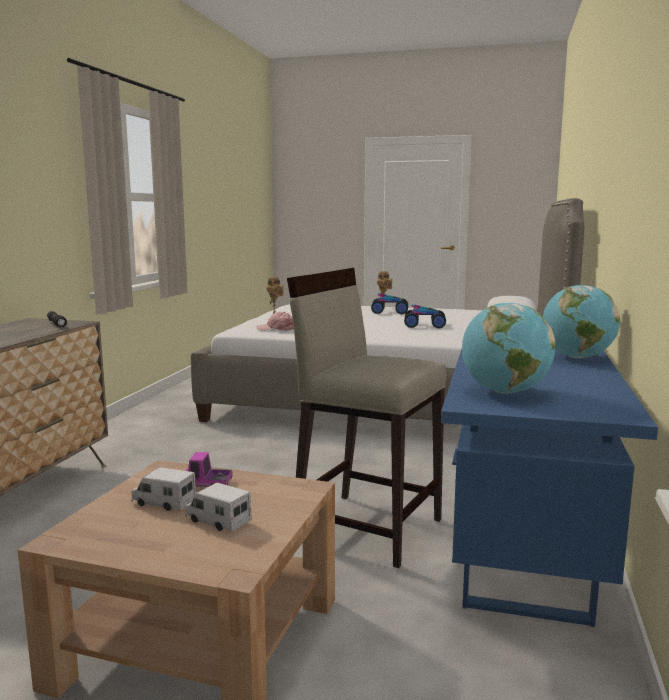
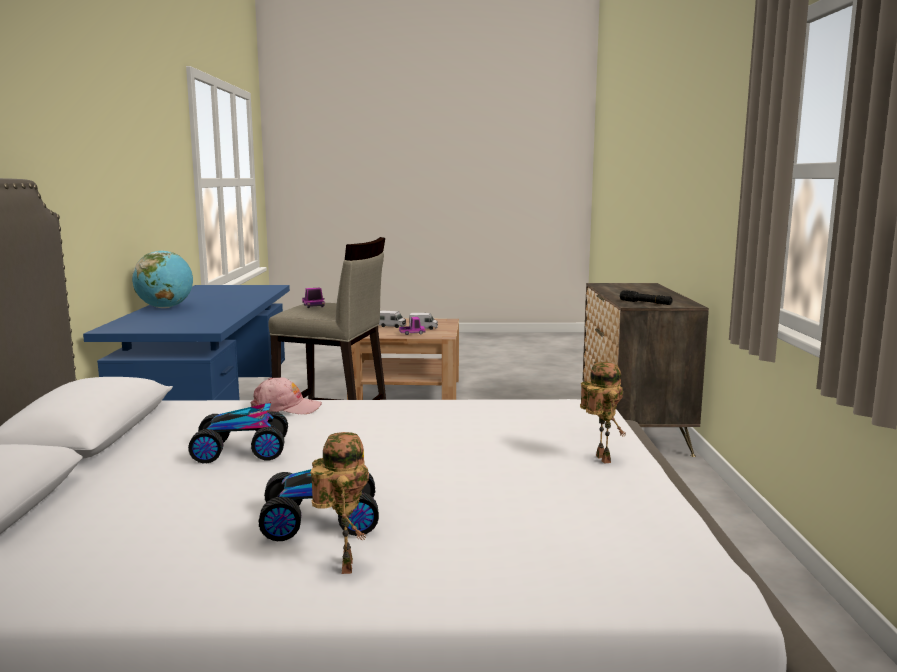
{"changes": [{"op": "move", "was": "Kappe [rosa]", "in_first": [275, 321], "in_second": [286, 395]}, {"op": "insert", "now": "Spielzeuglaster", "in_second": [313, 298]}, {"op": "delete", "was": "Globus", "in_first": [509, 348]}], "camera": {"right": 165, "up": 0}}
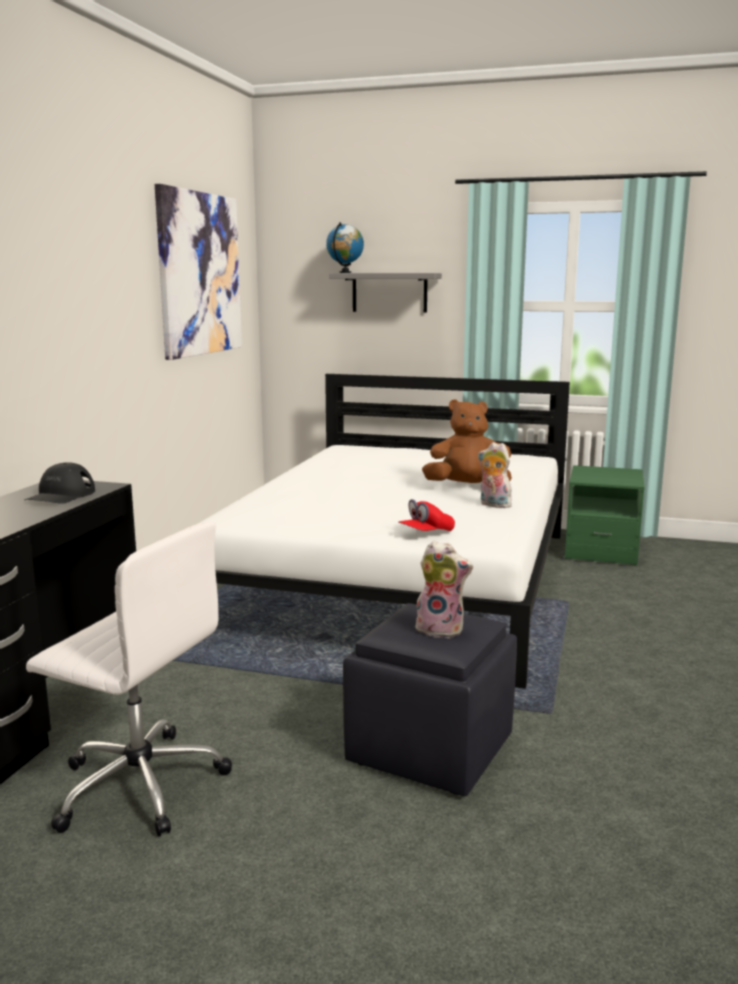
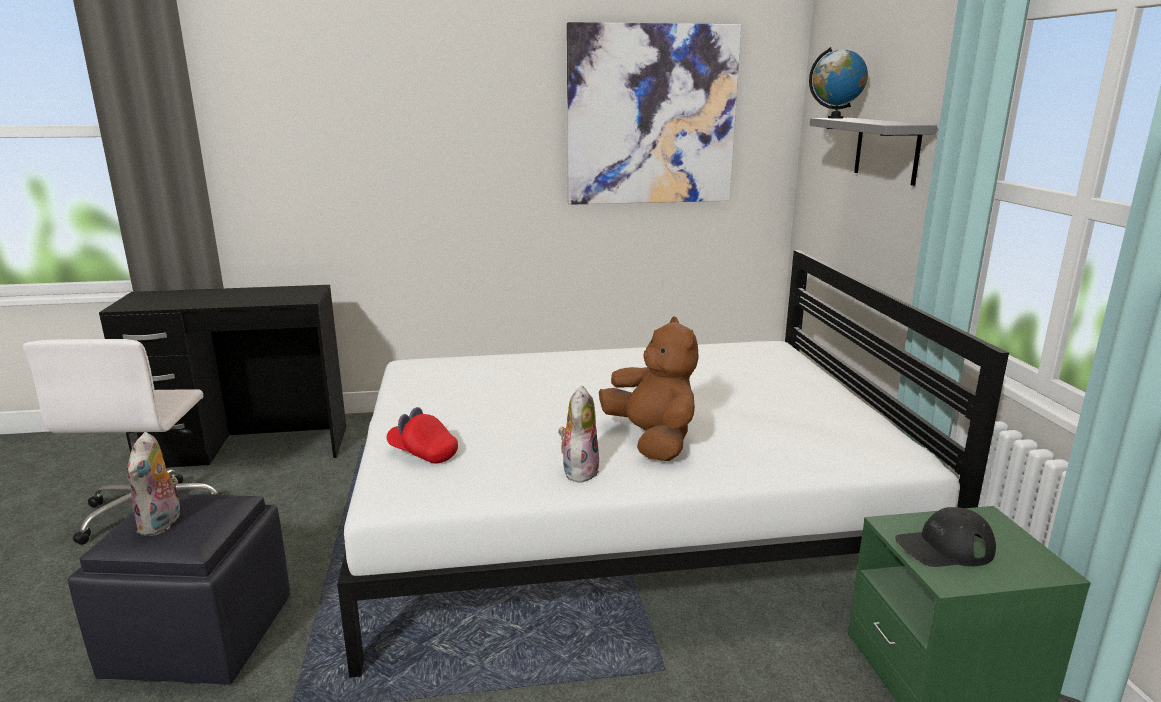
{"changes": [{"op": "move", "was": "Kappe [schwarz]", "in_first": [60, 483], "in_second": [945, 537]}], "camera": {"right": 65, "up": 5}}
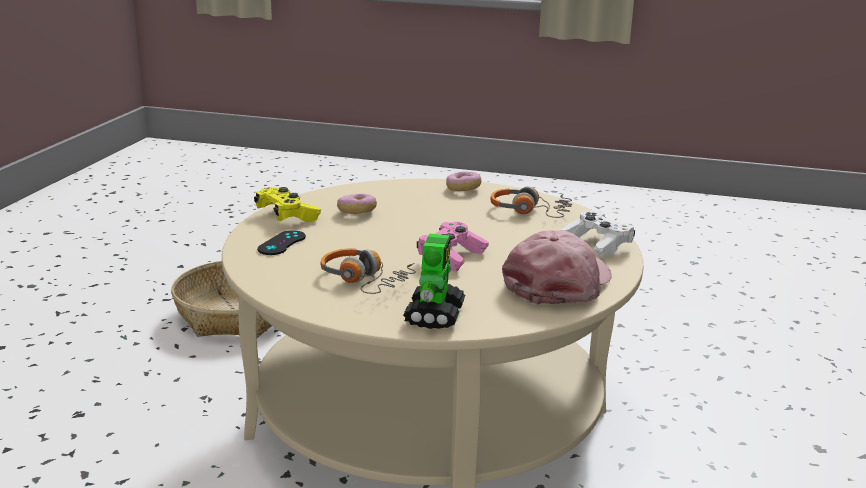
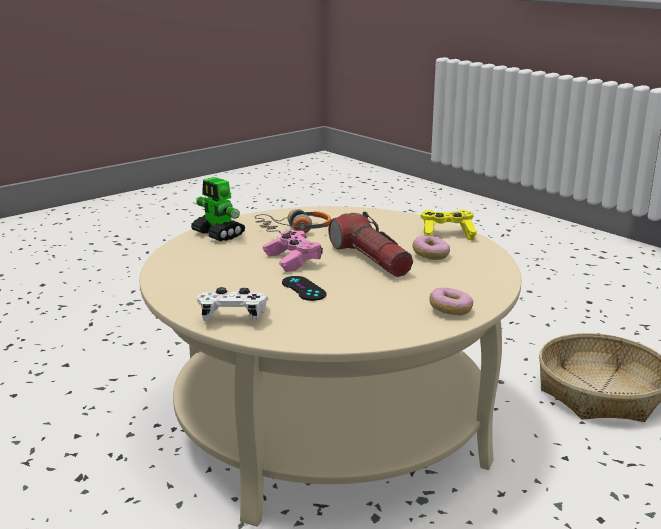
{"changes": [{"op": "move", "was": "Gamepad [schwarz]", "in_first": [281, 242], "in_second": [304, 288]}, {"op": "insert", "now": "Taschenlampe", "in_second": [370, 244]}, {"op": "delete", "was": "Kopfhörer", "in_first": [531, 202]}, {"op": "delete", "was": "Kappe [rosa]", "in_first": [557, 267]}], "camera": {"right": 125, "up": 0}}
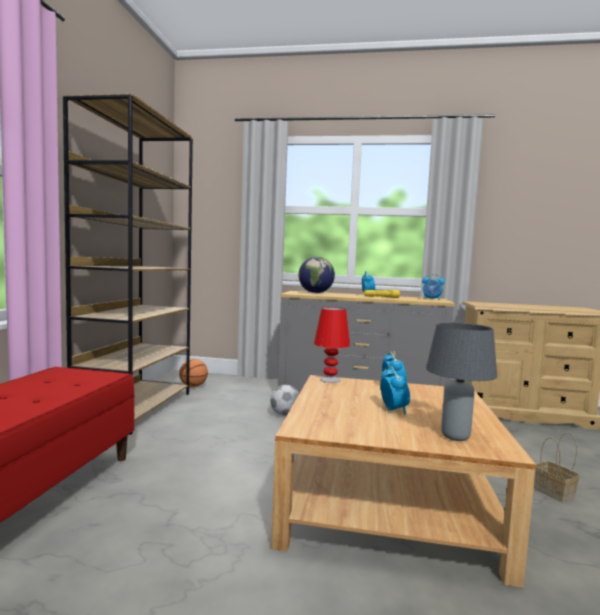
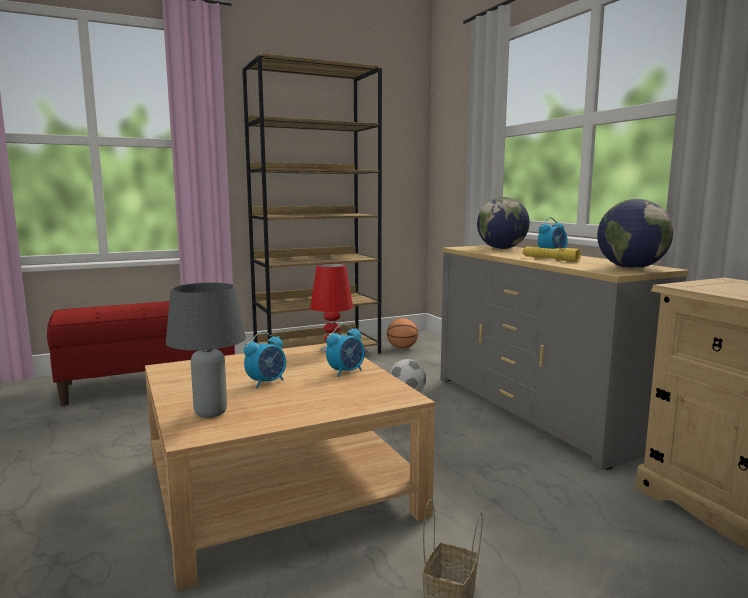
{"changes": [{"op": "replace", "was": "Wecker", "now": "Globus", "in_first": [433, 287], "in_second": [635, 234]}], "camera": {"right": 55, "up": 5}}
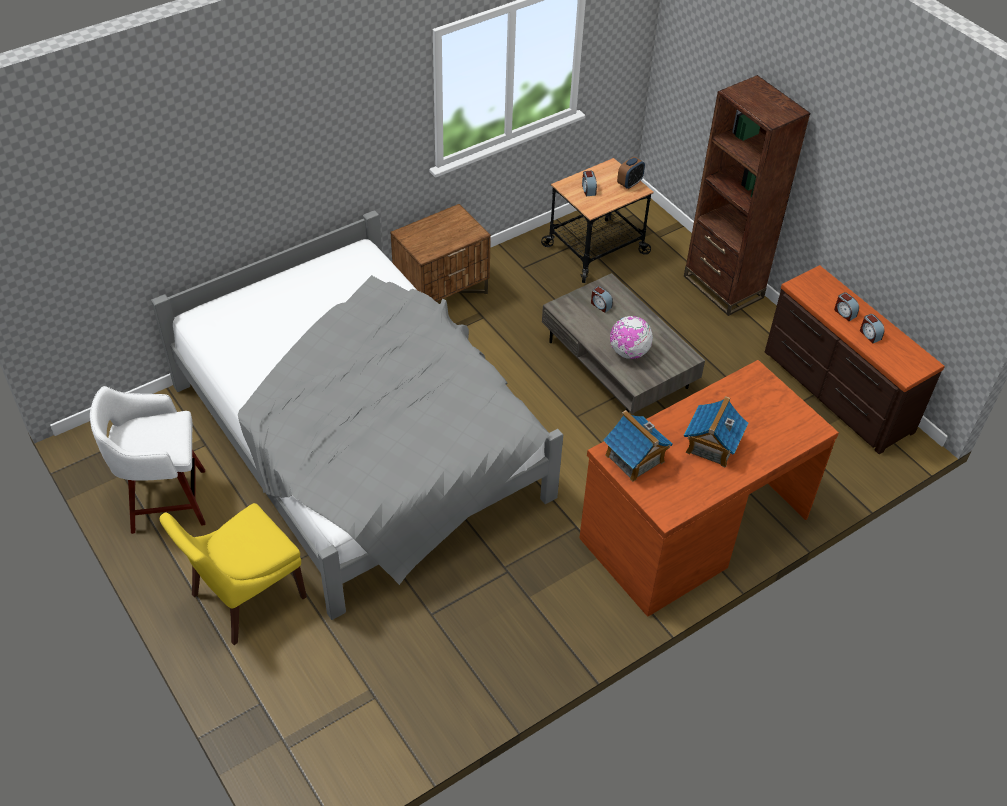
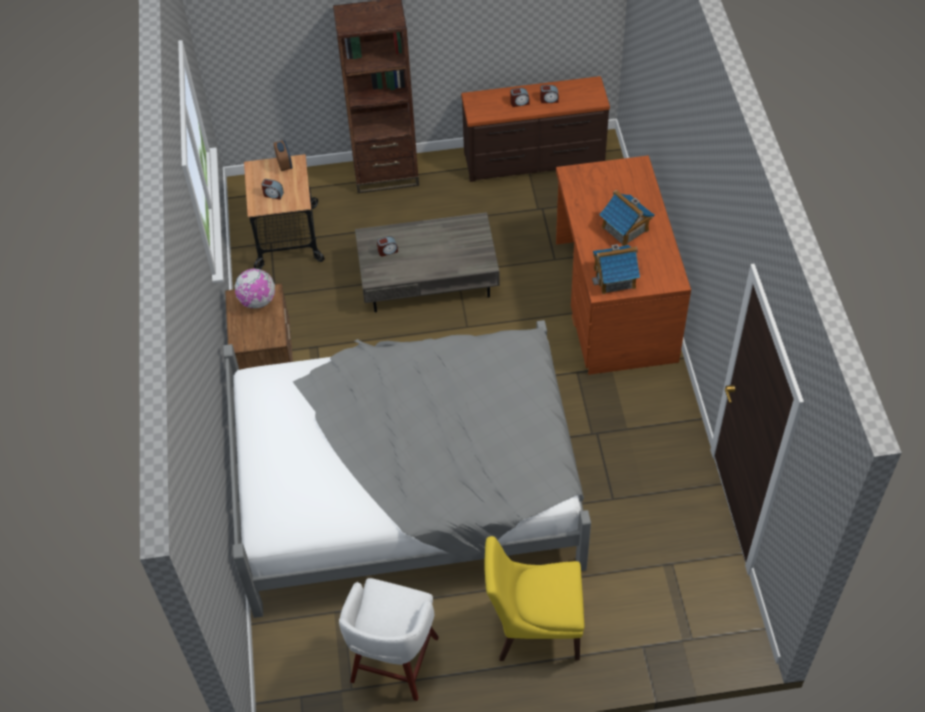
{"changes": [{"op": "move", "was": "Globus", "in_first": [631, 337], "in_second": [254, 288]}, {"op": "rotate", "was": "Stuhl [gelb]", "in_first": [233, 574], "in_second": [534, 598], "clockwise": 105}], "camera": {"right": -60, "up": 5}}
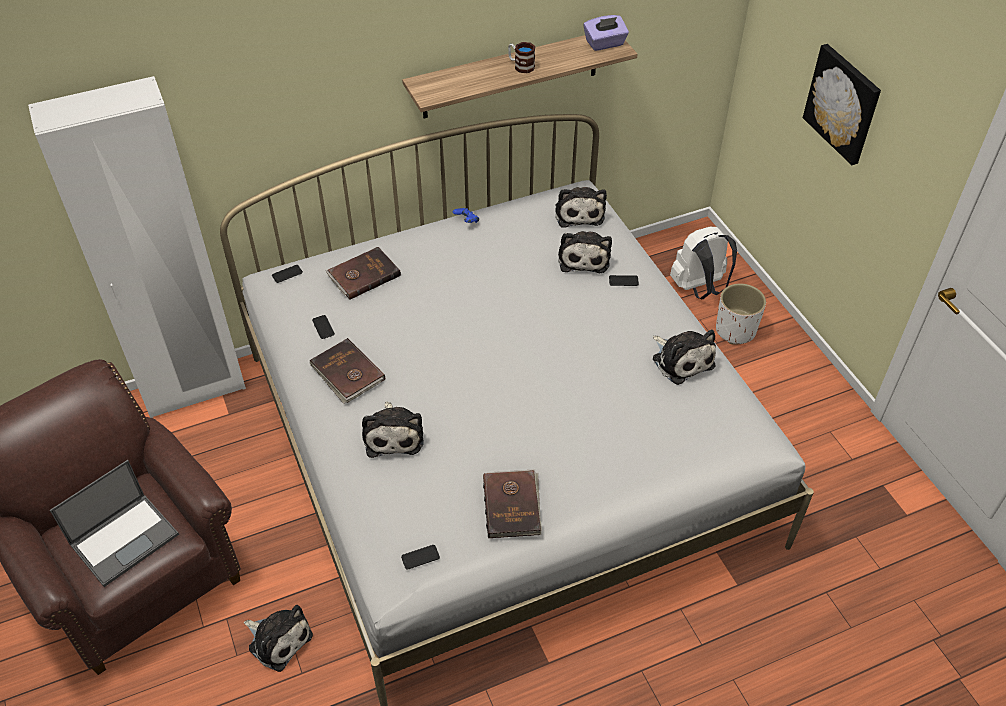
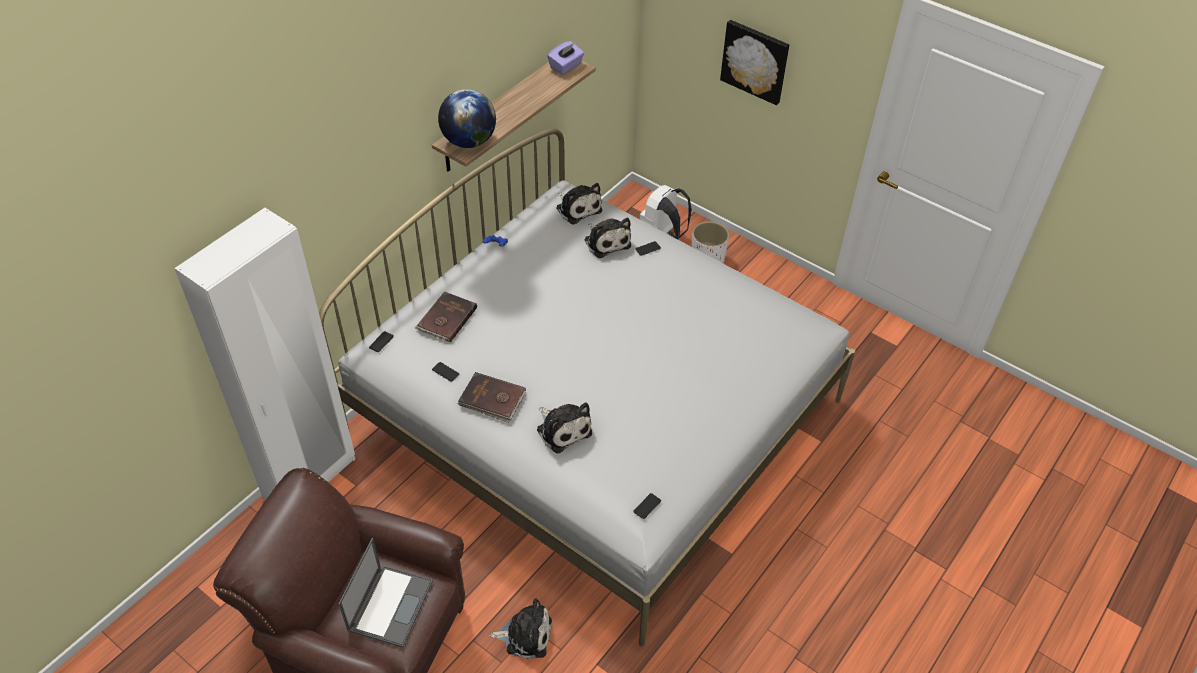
{"changes": [{"op": "insert", "now": "Globus", "in_second": [467, 118]}, {"op": "delete", "was": "Buch [braun]", "in_first": [512, 503]}, {"op": "delete", "was": "Henkelbecher", "in_first": [521, 57]}, {"op": "delete", "was": "Plüschtier", "in_first": [684, 357]}], "camera": {"right": -30, "up": 0}}
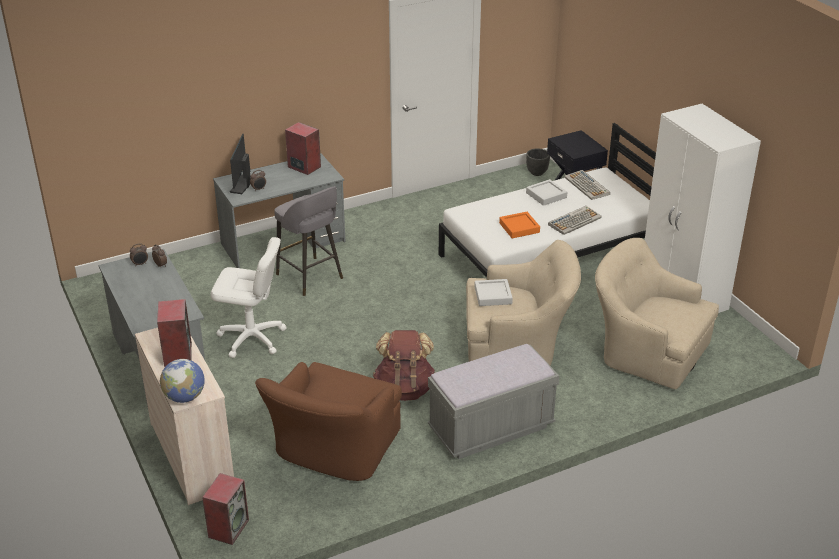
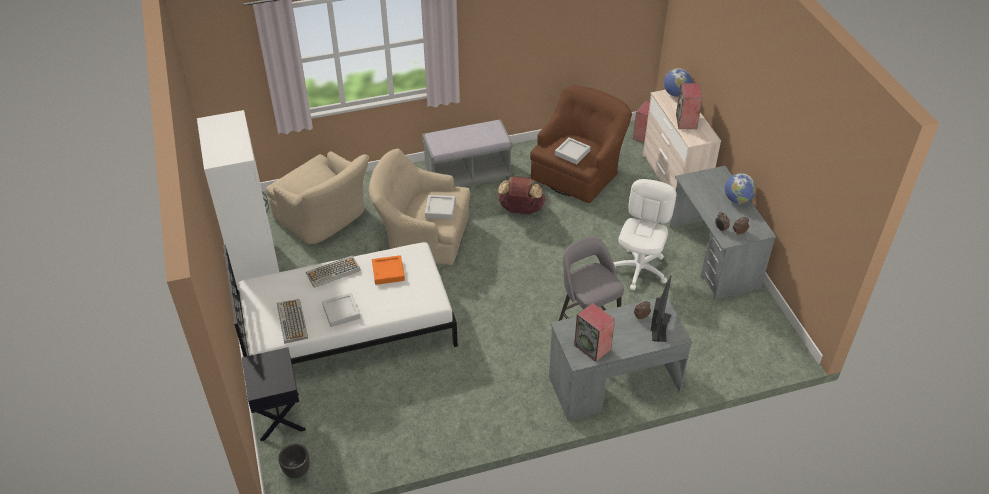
{"changes": [{"op": "insert", "now": "Tablett [grau]", "in_second": [573, 151]}, {"op": "rotate", "was": "Bürostuhl [weiß]", "in_first": [248, 297], "in_second": [645, 234], "clockwise": 90}, {"op": "insert", "now": "Globus", "in_second": [740, 188]}], "camera": {"right": -170, "up": 10}}
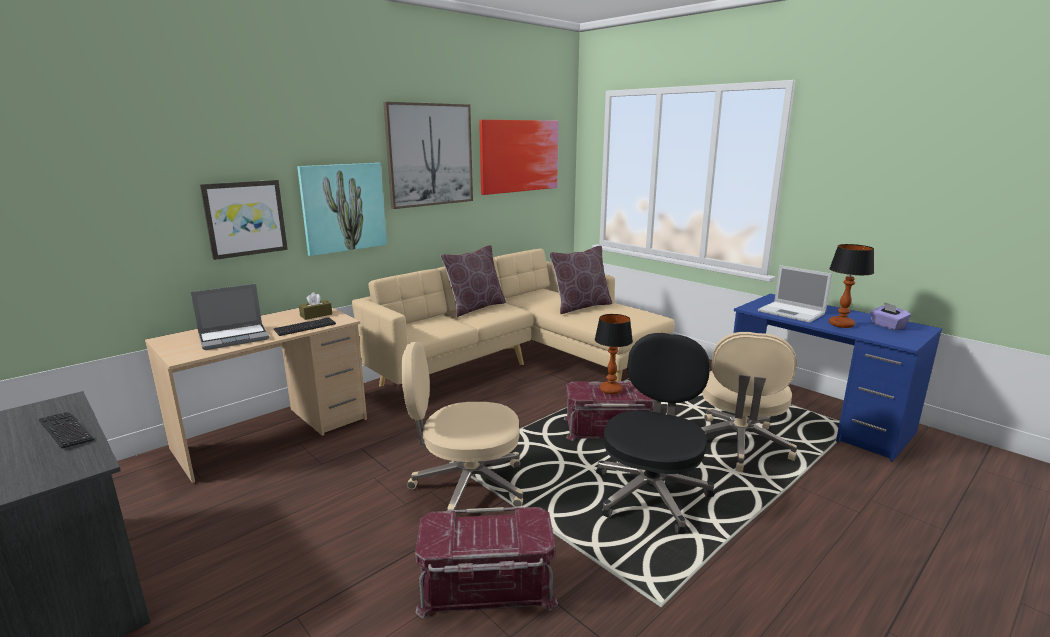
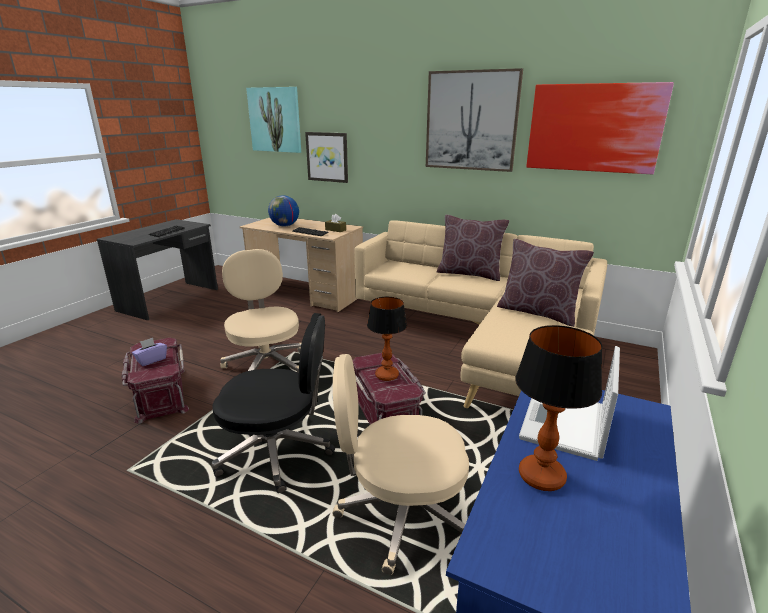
{"changes": [{"op": "move", "was": "Taschentuchbox [lila]", "in_first": [890, 316], "in_second": [149, 352]}, {"op": "move", "was": "Bild", "in_first": [342, 209], "in_second": [273, 120]}, {"op": "replace", "was": "Laptop", "now": "Globus", "in_first": [230, 317], "in_second": [283, 210]}], "camera": {"right": 70, "up": 5}}
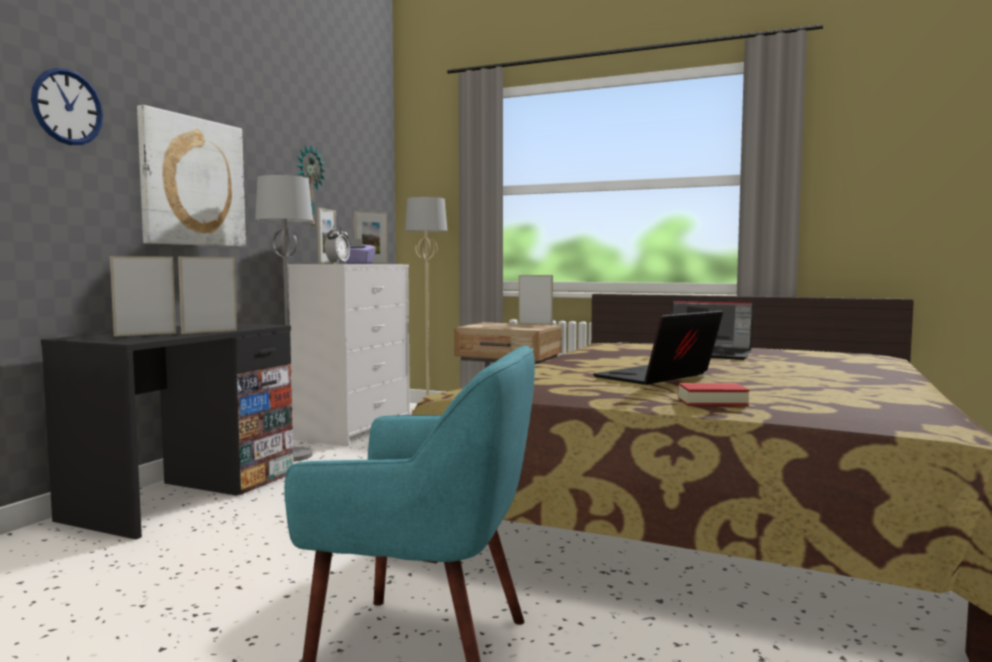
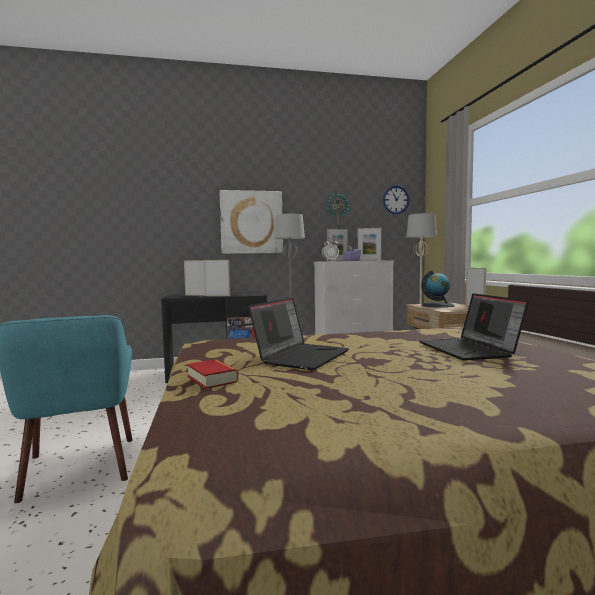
{"changes": [{"op": "rotate", "was": "Laptop", "in_first": [658, 348], "in_second": [298, 333], "clockwise": 105}, {"op": "move", "was": "Wanduhr", "in_first": [67, 106], "in_second": [396, 199]}, {"op": "insert", "now": "Globus", "in_second": [438, 289]}], "camera": {"right": 55, "up": 0}}
